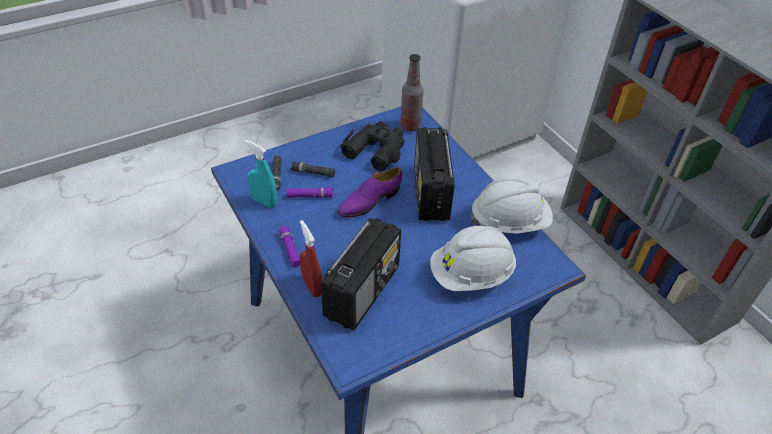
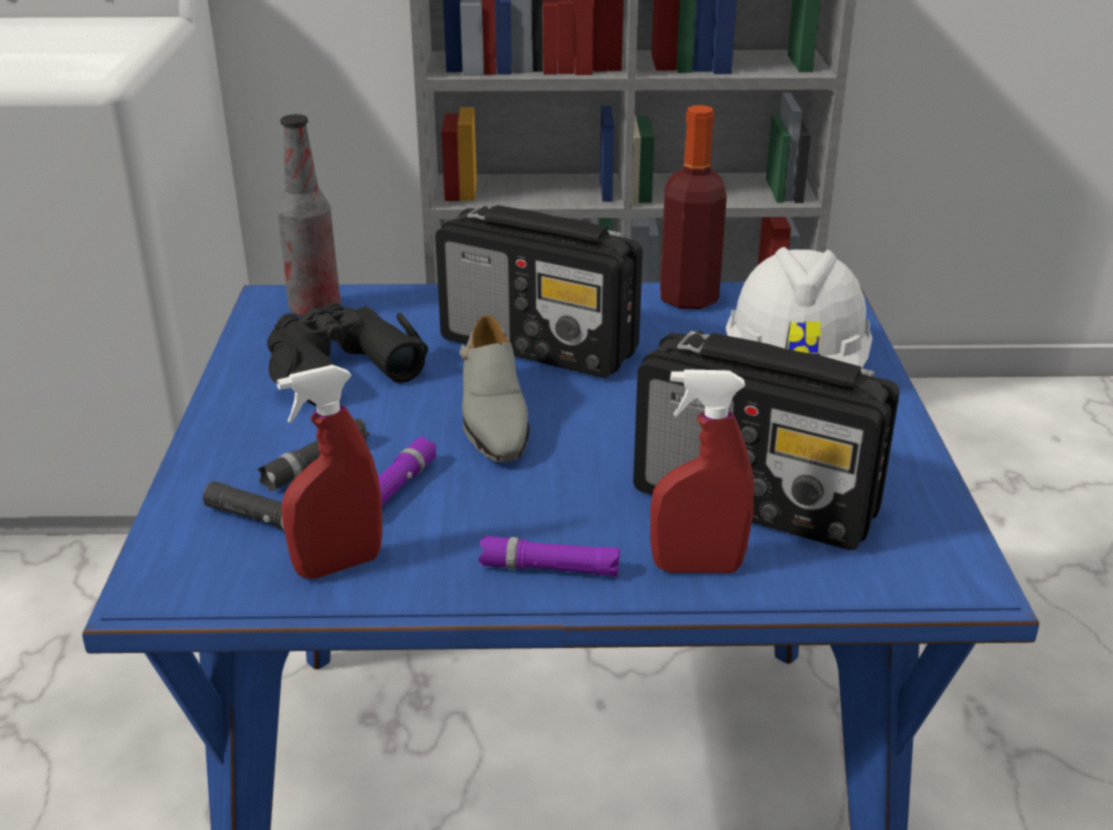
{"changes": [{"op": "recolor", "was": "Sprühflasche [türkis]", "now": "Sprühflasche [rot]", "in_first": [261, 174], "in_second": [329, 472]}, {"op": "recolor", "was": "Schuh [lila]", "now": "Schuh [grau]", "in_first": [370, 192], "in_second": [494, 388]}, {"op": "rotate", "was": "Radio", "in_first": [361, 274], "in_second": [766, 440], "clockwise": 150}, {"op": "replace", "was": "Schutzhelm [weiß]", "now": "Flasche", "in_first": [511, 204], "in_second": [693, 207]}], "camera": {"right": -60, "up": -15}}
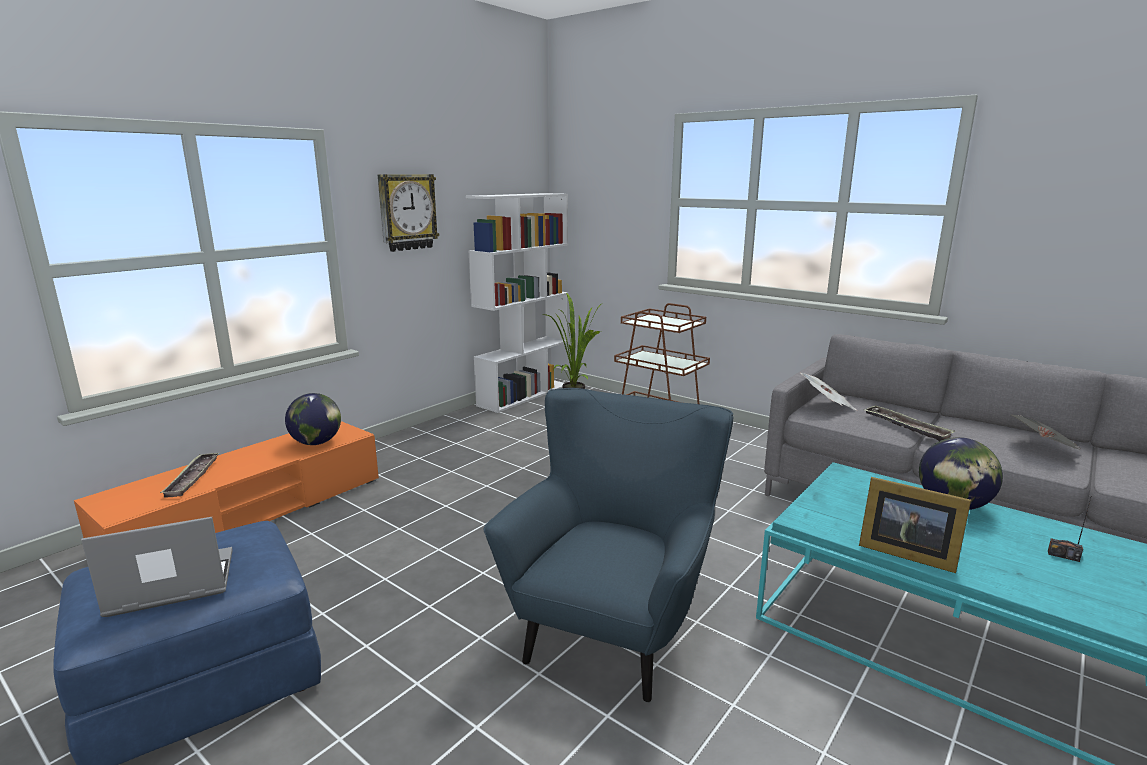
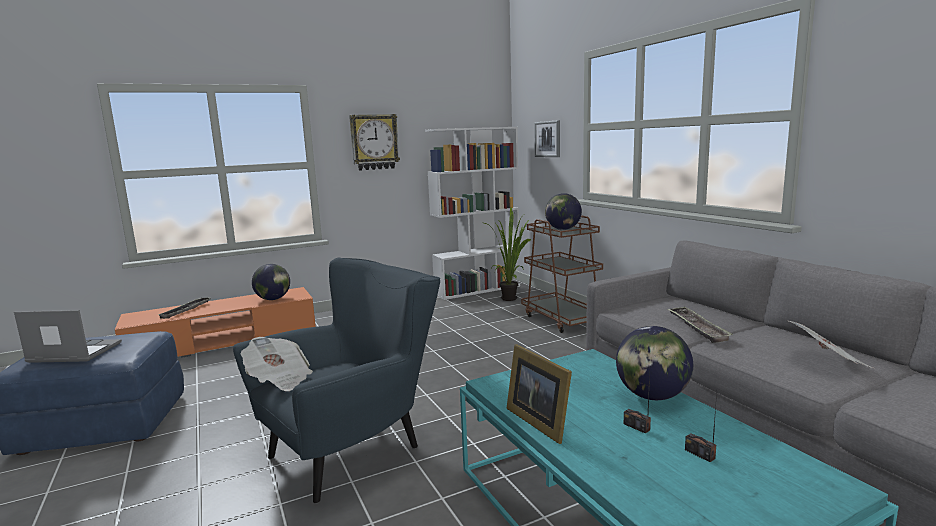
{"changes": [{"op": "move", "was": "Zeitung", "in_first": [828, 391], "in_second": [277, 364]}, {"op": "insert", "now": "Bild", "in_second": [547, 138]}, {"op": "insert", "now": "Globus", "in_second": [563, 211]}, {"op": "insert", "now": "Radio", "in_second": [637, 403]}], "camera": {"right": 25, "up": -5}}
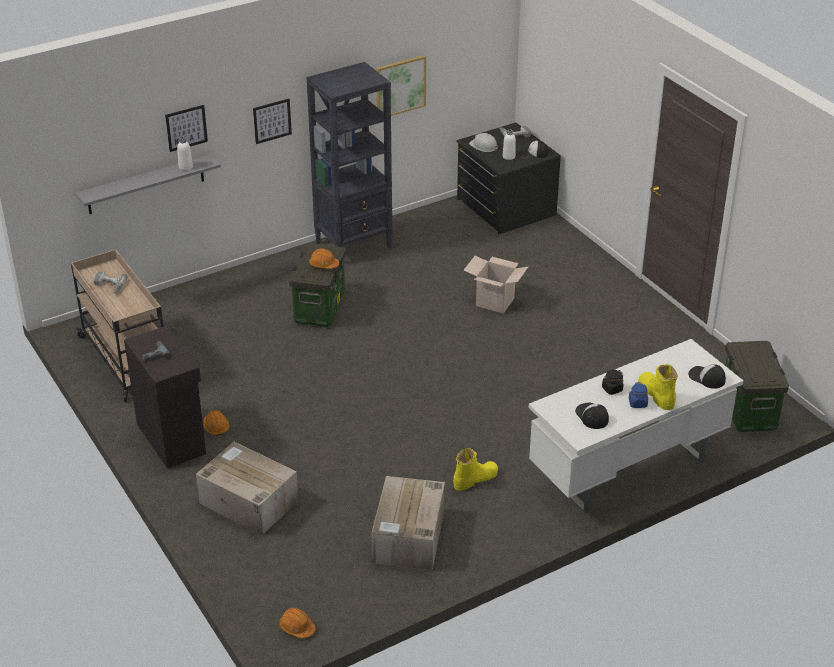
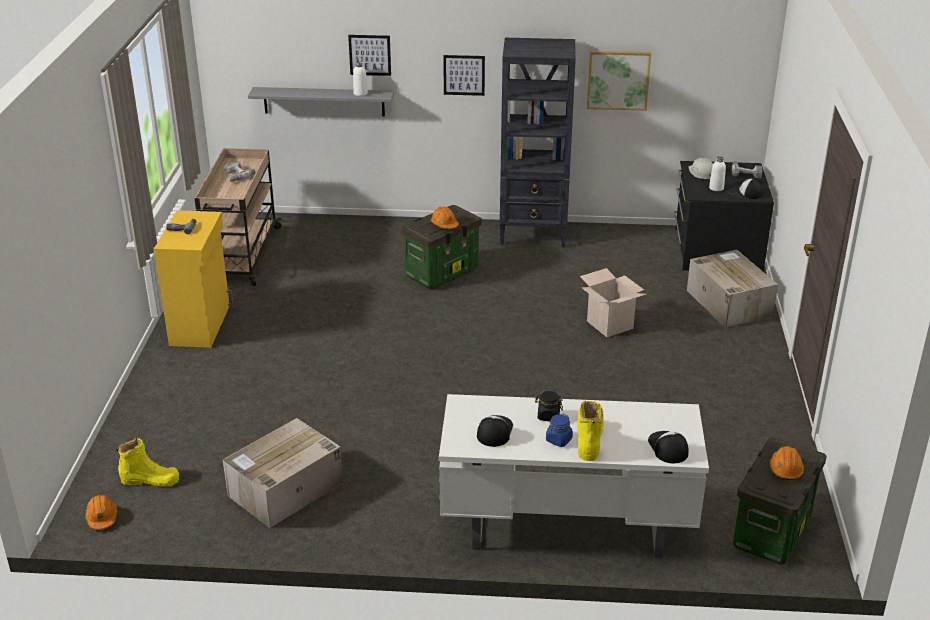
{"changes": [{"op": "move", "was": "Stiefel [gelb]", "in_first": [475, 469], "in_second": [147, 462]}, {"op": "recolor", "was": "Schrank [schwarz]", "now": "Schrank [gelb]", "in_first": [165, 397], "in_second": [193, 279]}, {"op": "move", "was": "Karton", "in_first": [247, 488], "in_second": [732, 289]}, {"op": "move", "was": "Schutzhelm [orange]", "in_first": [216, 422], "in_second": [787, 463]}], "camera": {"right": 35, "up": -5}}
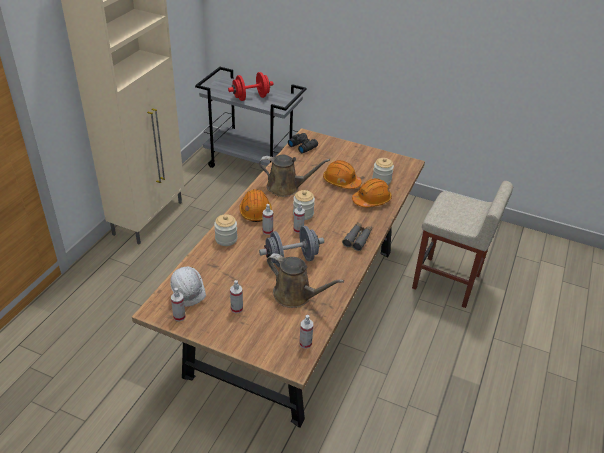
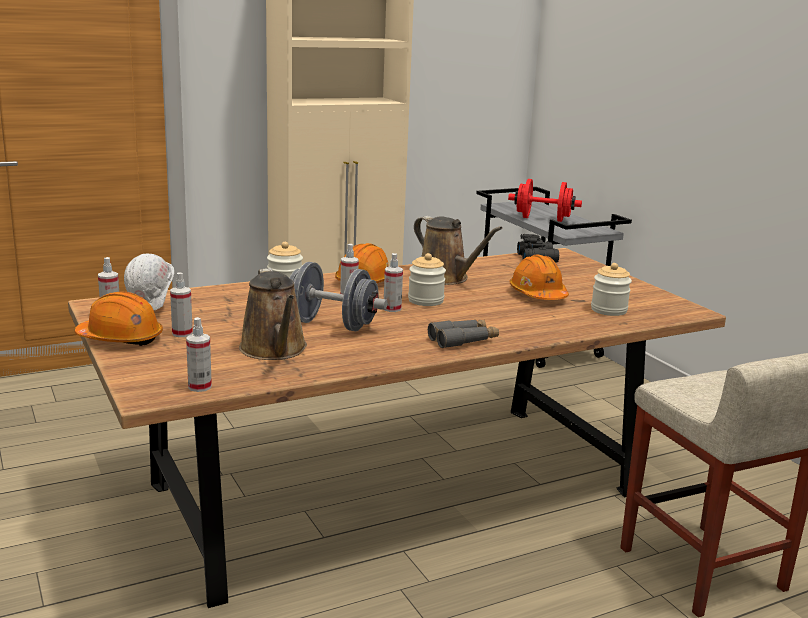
{"changes": [{"op": "move", "was": "Schutzhelm [orange]", "in_first": [372, 192], "in_second": [119, 319]}], "camera": {"right": 40, "up": -20}}
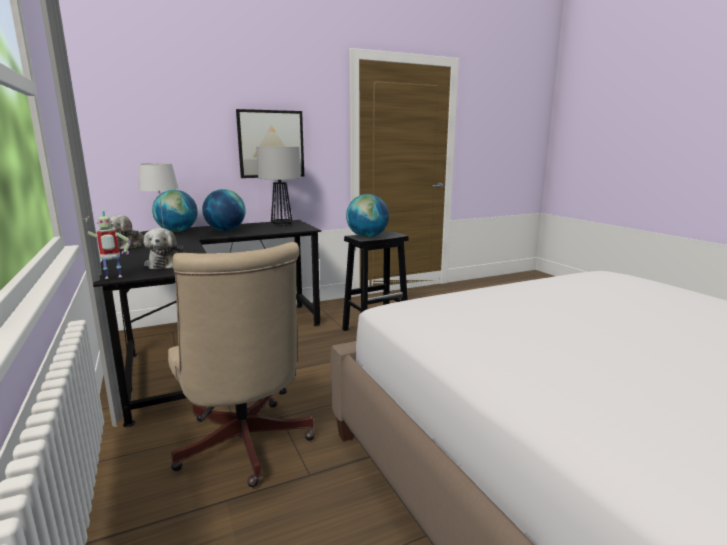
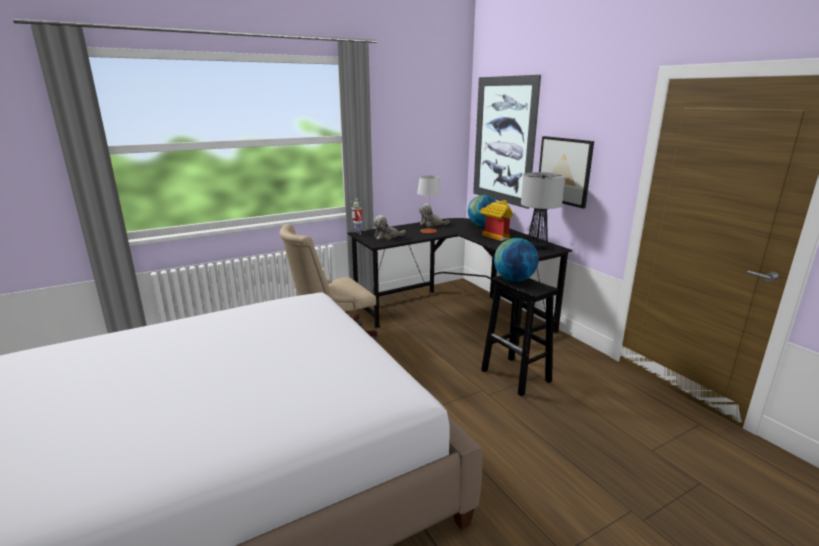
{"changes": [{"op": "insert", "now": "Bild", "in_second": [507, 142]}, {"op": "replace", "was": "Globus", "now": "Spielzeughaus", "in_first": [224, 210], "in_second": [496, 220]}], "camera": {"right": 85, "up": 5}}
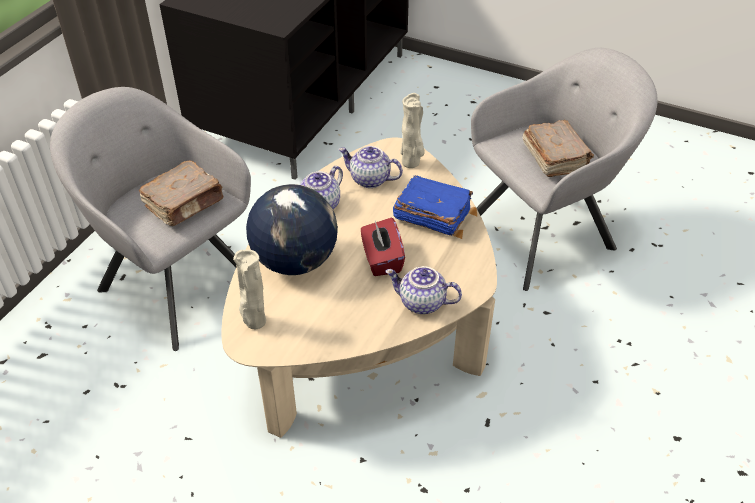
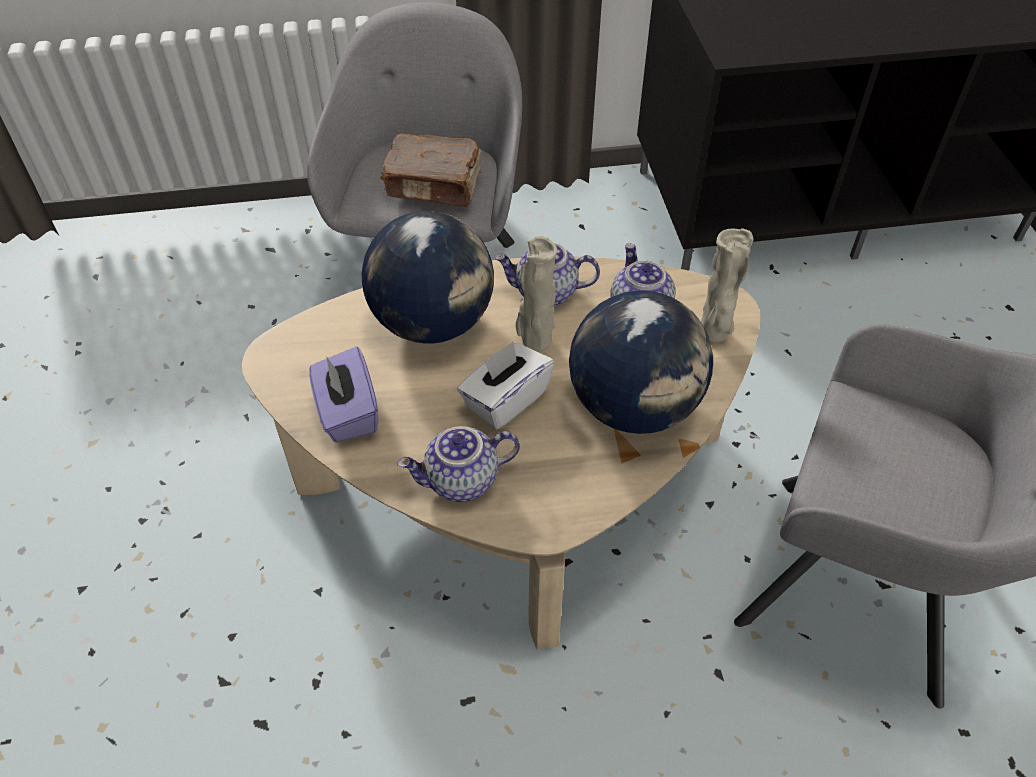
{"changes": [{"op": "insert", "now": "Taschentuchbox [lila]", "in_second": [343, 394]}, {"op": "rotate", "was": "Teekanne", "in_first": [423, 290], "in_second": [458, 464], "clockwise": -90}, {"op": "recolor", "was": "Taschentuchbox [rot]", "now": "Taschentuchbox [weiß]", "in_first": [383, 247], "in_second": [505, 385]}, {"op": "move", "was": "Vase [beige]", "in_first": [249, 289], "in_second": [536, 294]}, {"op": "replace", "was": "Buch [blau]", "now": "Globus", "in_first": [433, 205], "in_second": [641, 362]}, {"op": "delete", "was": "Buch [braun]", "in_first": [558, 148]}], "camera": {"right": 55, "up": 5}}
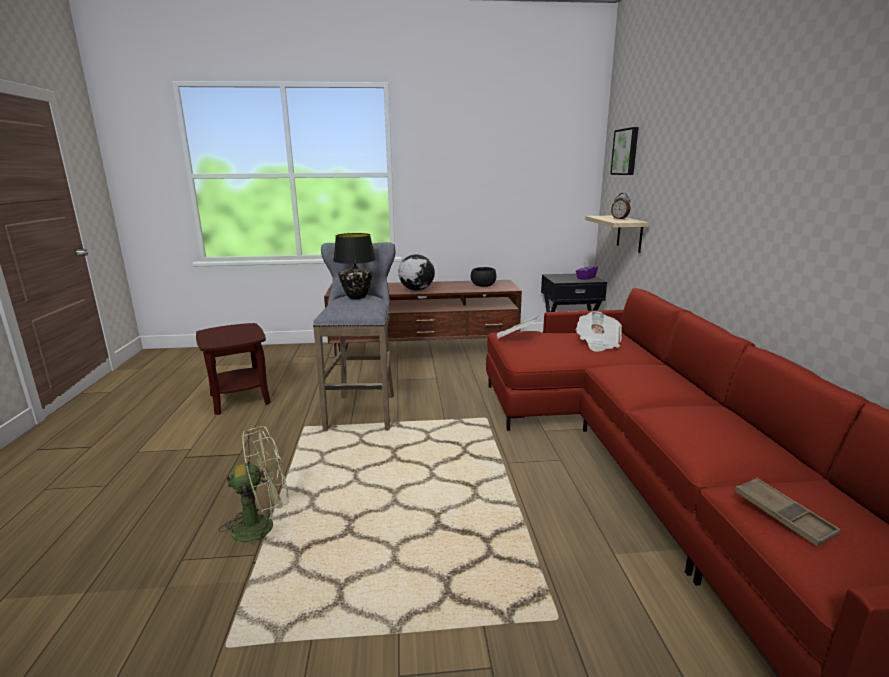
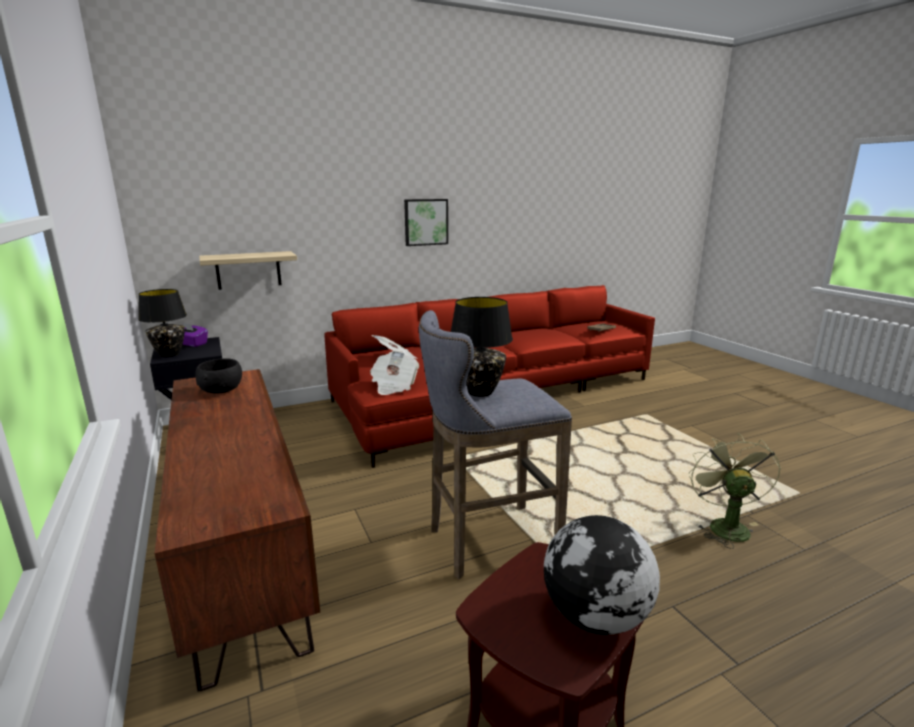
{"changes": [{"op": "insert", "now": "Tischlampe [schwarz]", "in_second": [162, 323]}, {"op": "move", "was": "Bild", "in_first": [624, 151], "in_second": [426, 222]}, {"op": "move", "was": "Globus", "in_first": [416, 272], "in_second": [602, 575]}, {"op": "rotate", "was": "Ventilator [grün]", "in_first": [254, 485], "in_second": [734, 491], "clockwise": 45}, {"op": "delete", "was": "Wecker", "in_first": [621, 206]}], "camera": {"right": -110, "up": 0}}
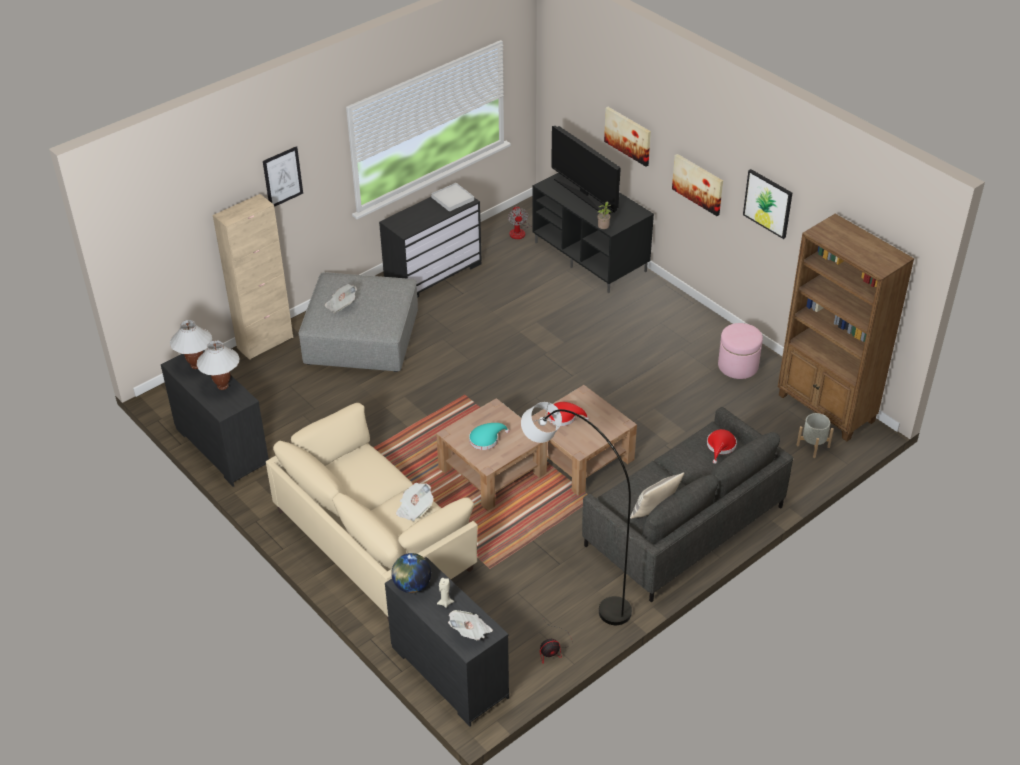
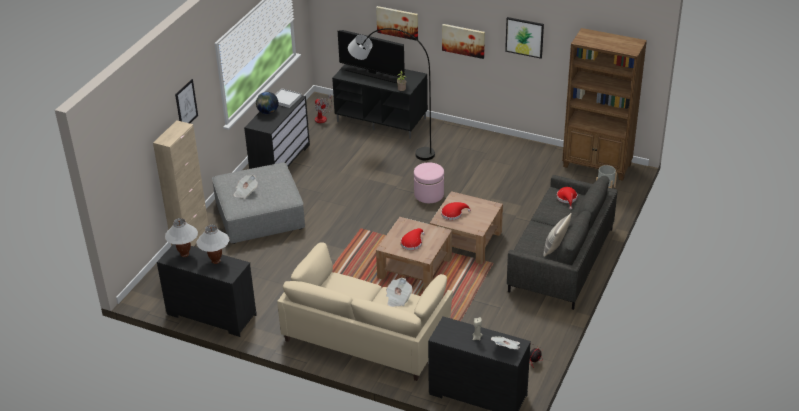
{"changes": [{"op": "move", "was": "Globus", "in_first": [411, 573], "in_second": [267, 103]}, {"op": "move", "was": "Stehlampe [grau]", "in_first": [576, 513], "in_second": [391, 94]}, {"op": "recolor", "was": "Hut [türkis]", "now": "Hut [rot]", "in_first": [489, 436], "in_second": [413, 239]}, {"op": "move", "was": "Polsterhocker [rosa]", "in_first": [740, 351], "in_second": [429, 182]}], "camera": {"right": -25, "up": -5}}
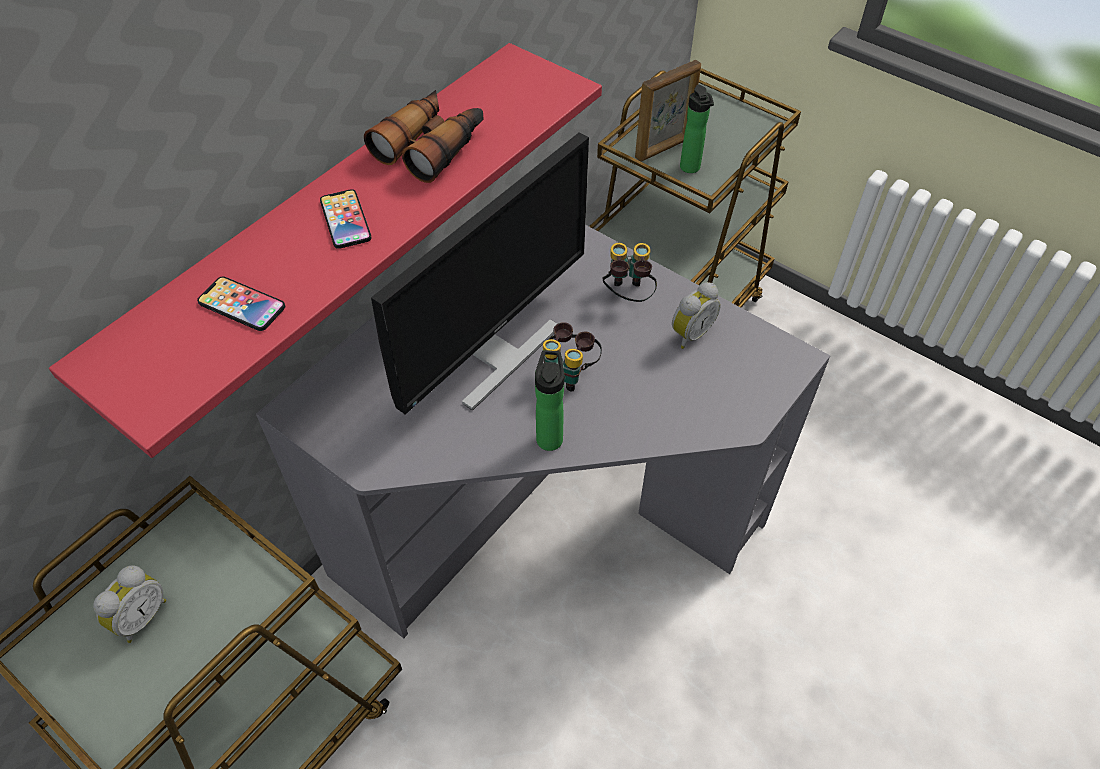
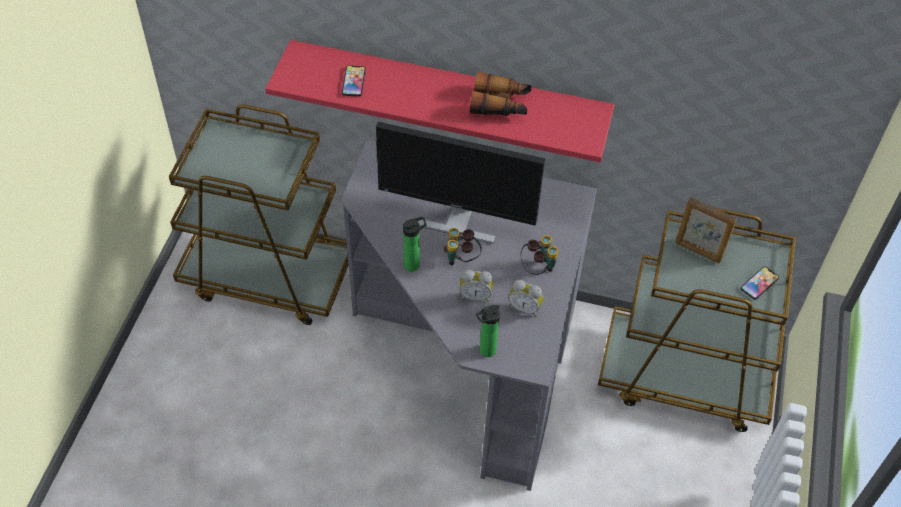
{"changes": [{"op": "move", "was": "Wecker", "in_first": [129, 604], "in_second": [476, 286]}, {"op": "move", "was": "Flasche", "in_first": [697, 129], "in_second": [488, 331]}, {"op": "move", "was": "Handy", "in_first": [346, 219], "in_second": [760, 283]}], "camera": {"right": 65, "up": 0}}
